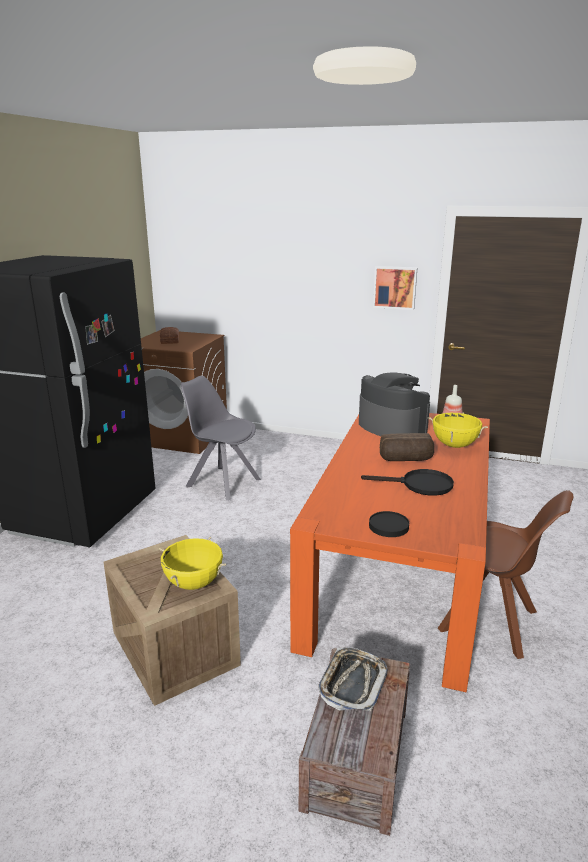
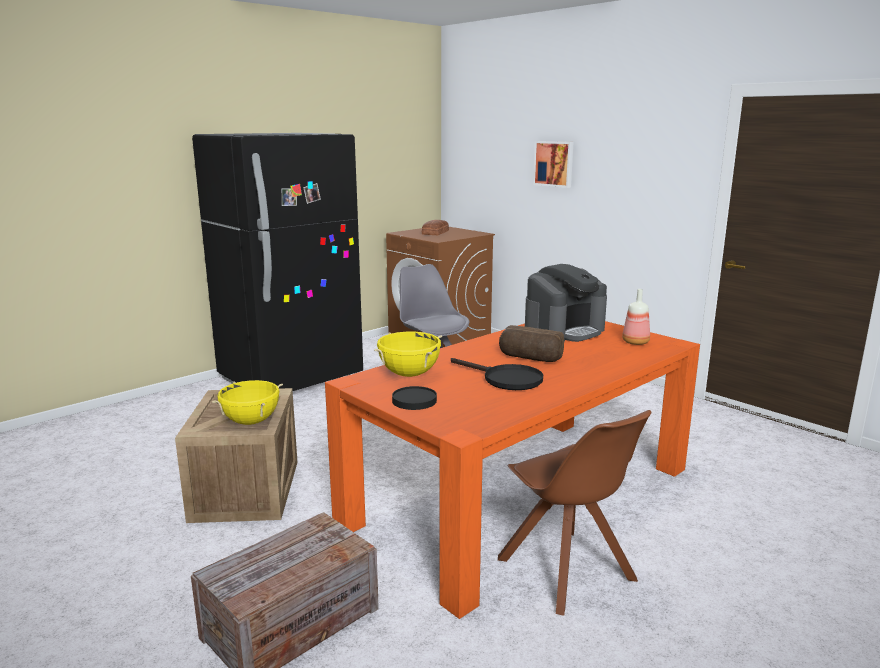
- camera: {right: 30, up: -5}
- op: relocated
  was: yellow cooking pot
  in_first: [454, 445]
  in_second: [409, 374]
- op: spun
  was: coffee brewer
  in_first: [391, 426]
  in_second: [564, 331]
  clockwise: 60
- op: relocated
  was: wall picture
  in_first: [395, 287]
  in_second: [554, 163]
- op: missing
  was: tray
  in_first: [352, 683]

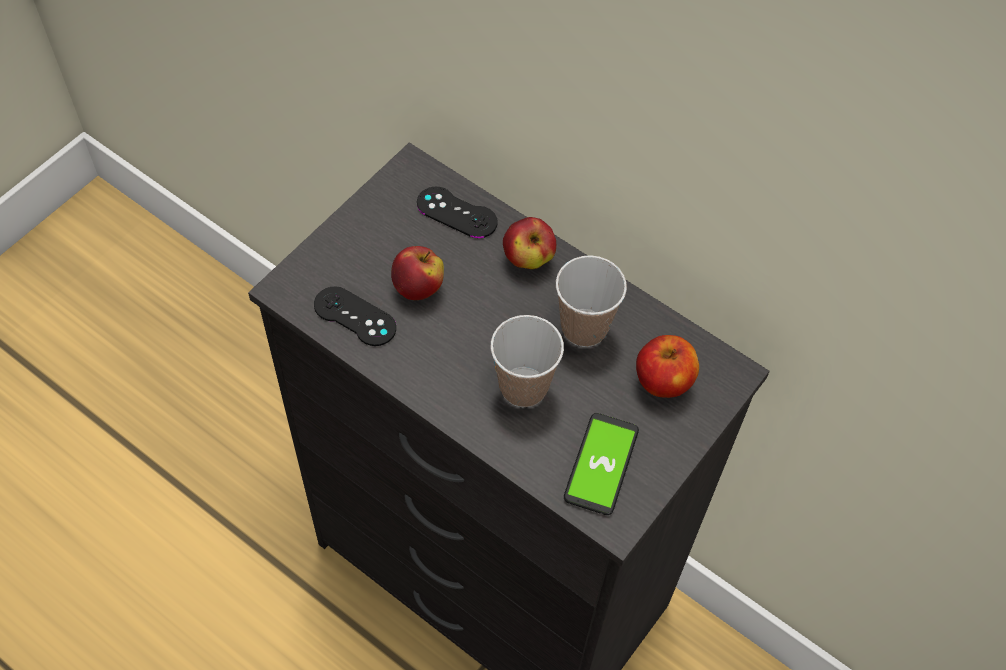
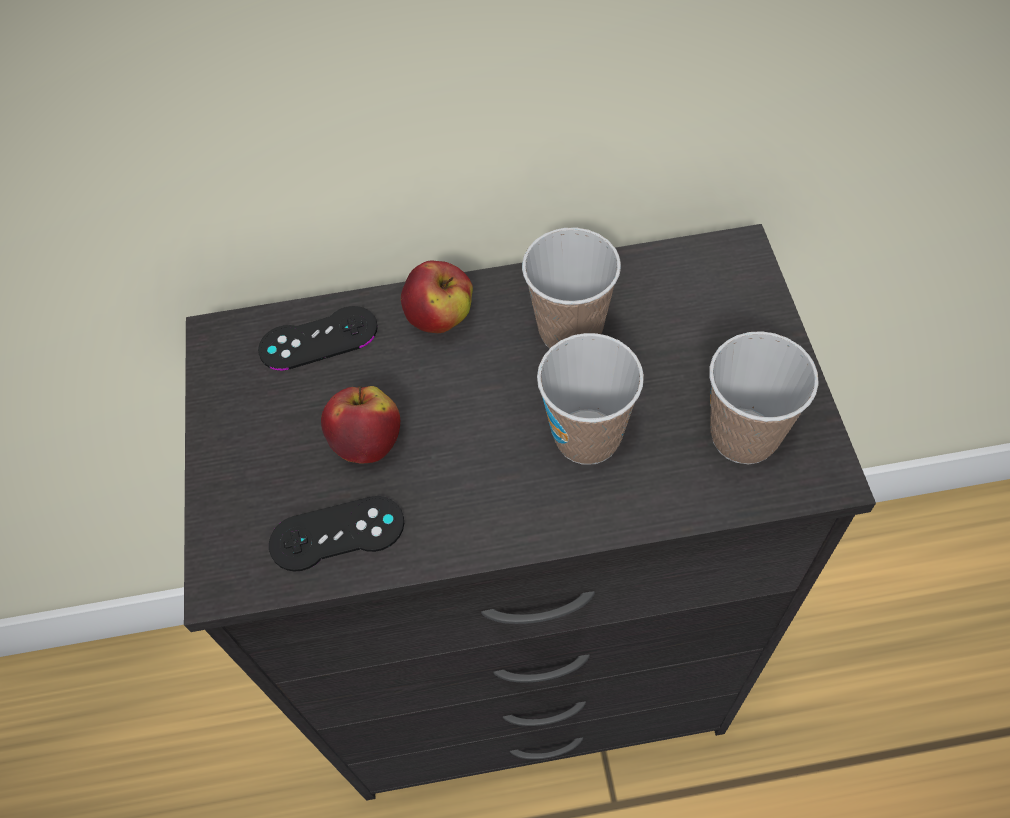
- camera: {right: -40, up: 0}
- op: exchanged
  was: phone
  now: small cup
  in_first: [601, 464]
  in_second: [744, 436]
- op: missing
  was: apple
  in_first: [663, 381]

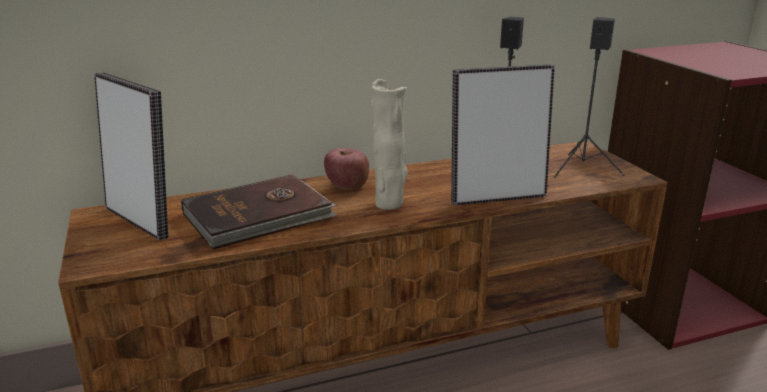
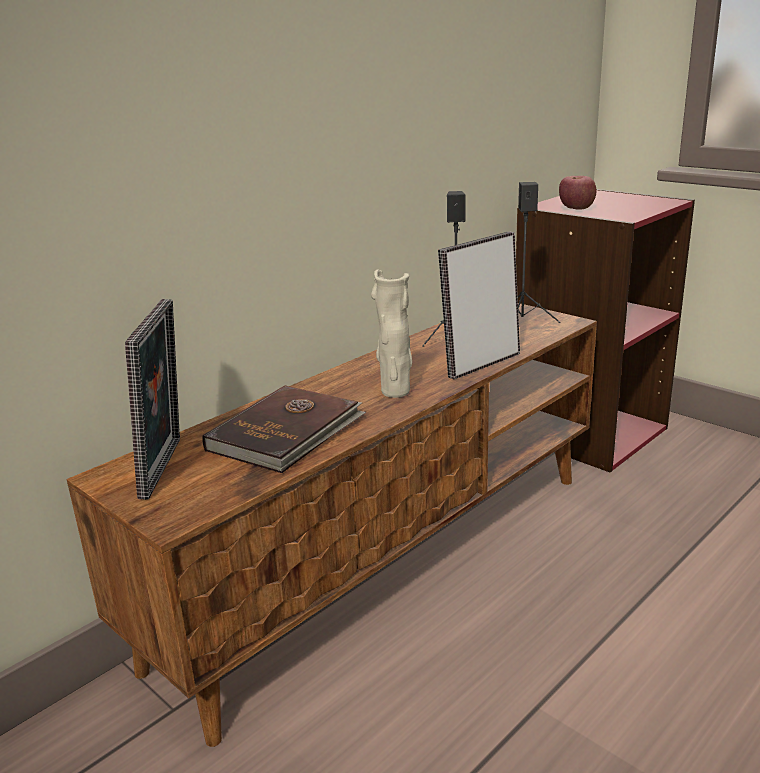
- camera: {right: -25, up: 0}
- op: spun
  was: standing frame
  in_first: [142, 220]
  in_second: [168, 468]
  clockwise: 75
- op: relocated
  was: apple
  in_first: [347, 186]
  in_second: [576, 208]

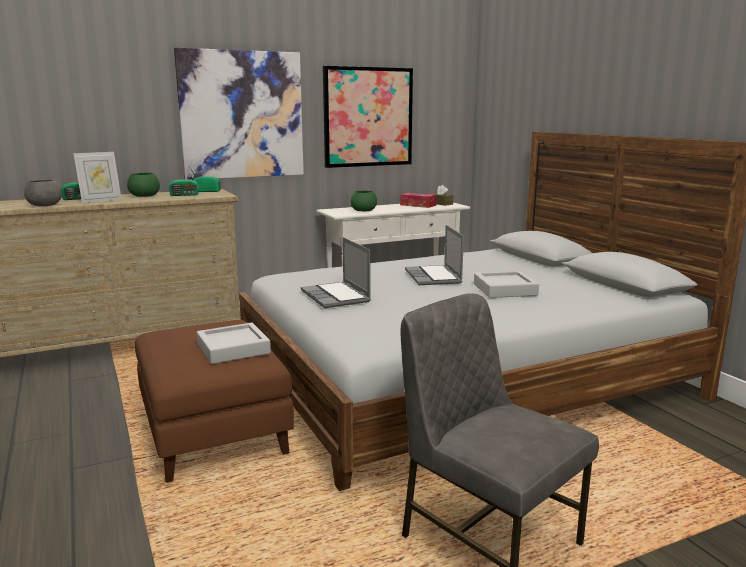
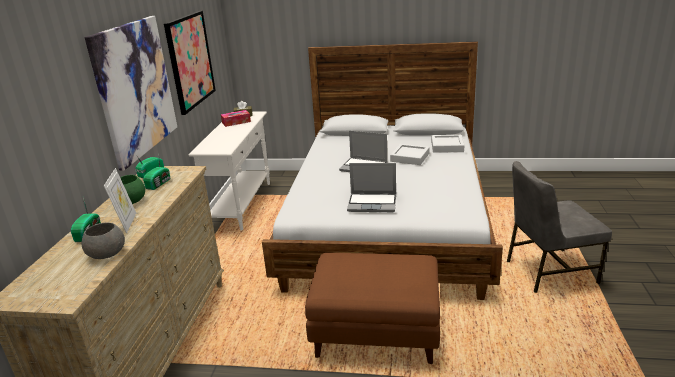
- camera: {right: -55, up: 10}
- op: relocated
  was: gray tray
  in_first: [233, 349]
  in_second: [447, 146]
- op: missing
  was: green-coloured bowl
  in_first: [364, 210]

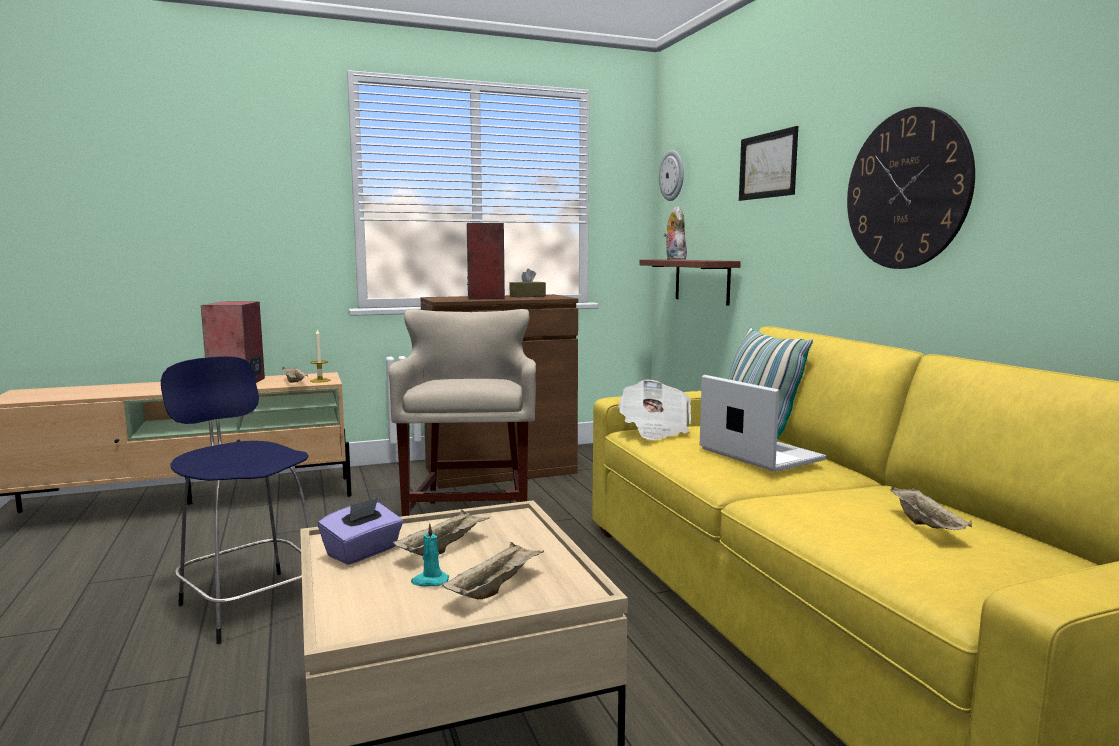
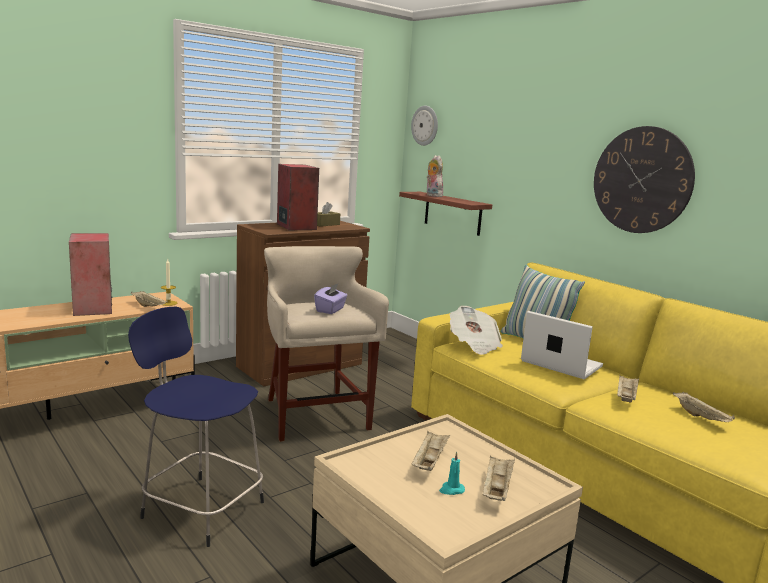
- camera: {right: -20, up: 5}
- op: relocated
  was: purple tissue box
  in_first: [363, 552]
  in_second: [330, 310]
- op: appeared
  now: beige tray
  in_second: [625, 397]
- op: missing
  was: wall picture
  in_first: [767, 165]

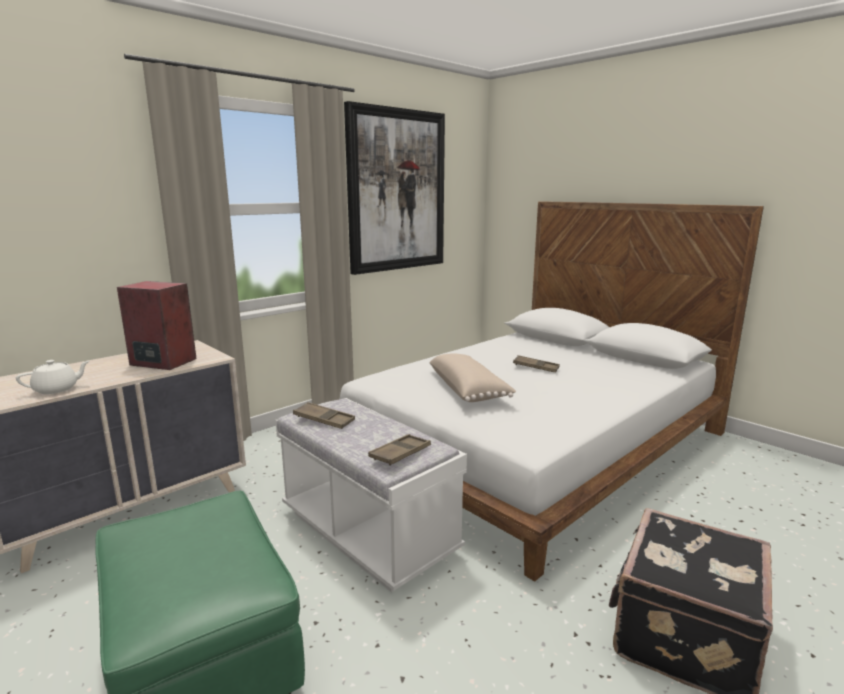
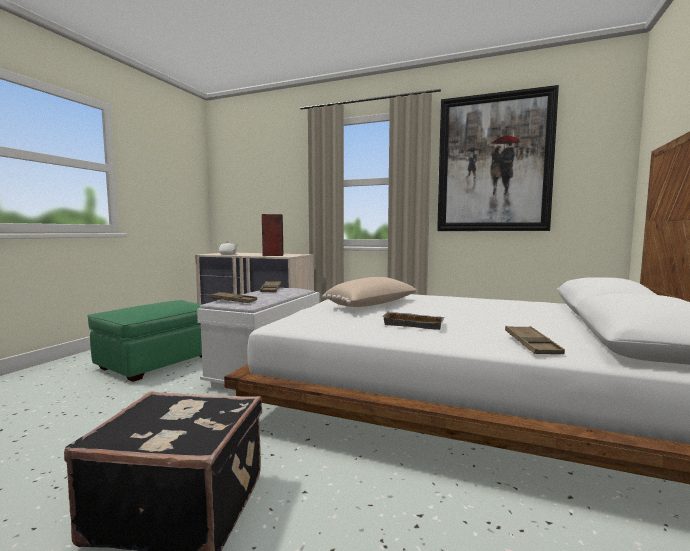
- camera: {right: 65, up: -10}
- op: appeared
  now: gray tray
  in_second: [414, 324]
- op: relocated
  was: brownish tray
  in_first: [536, 367]
  in_second: [532, 345]

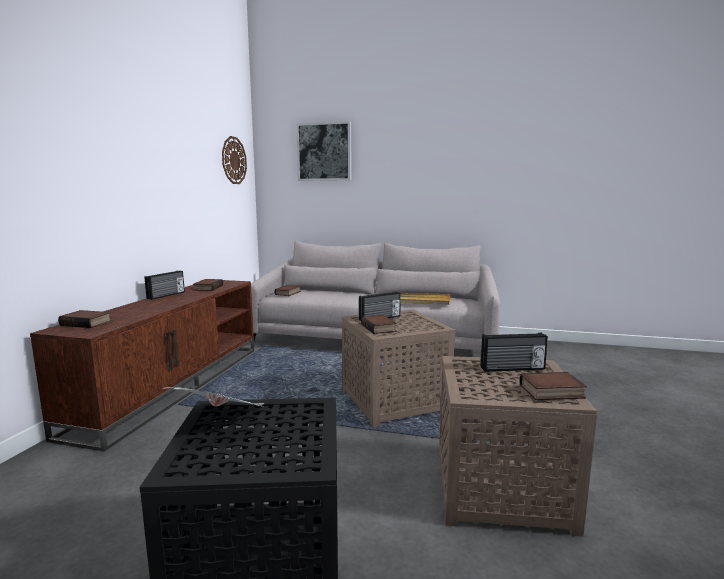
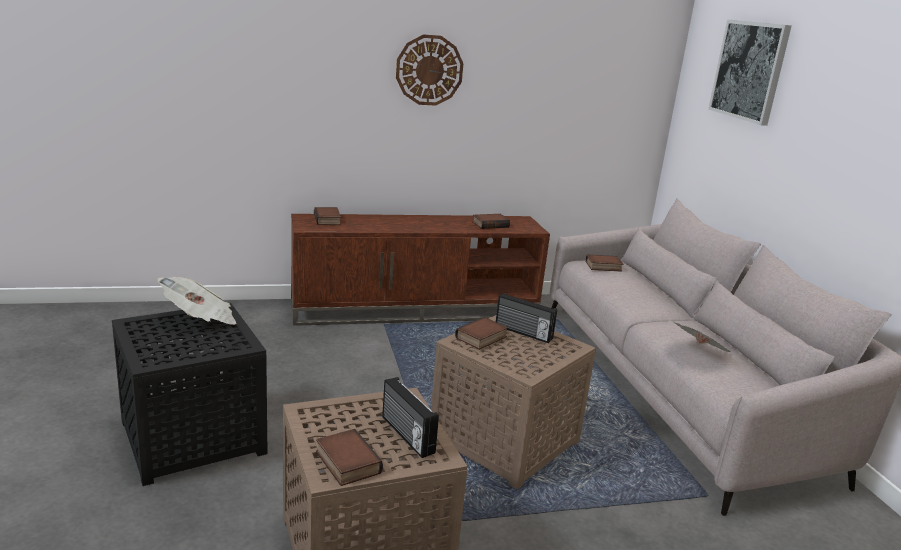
- camera: {right: 60, up: 10}
- op: relocated
  was: wall clock
  in_first: [234, 160]
  in_second: [429, 70]
- op: exchanged
  was: beige tray
  now: daily paper
  in_first: [420, 301]
  in_second: [699, 354]
- op: missing
  was: radio receiver
  in_first: [166, 295]

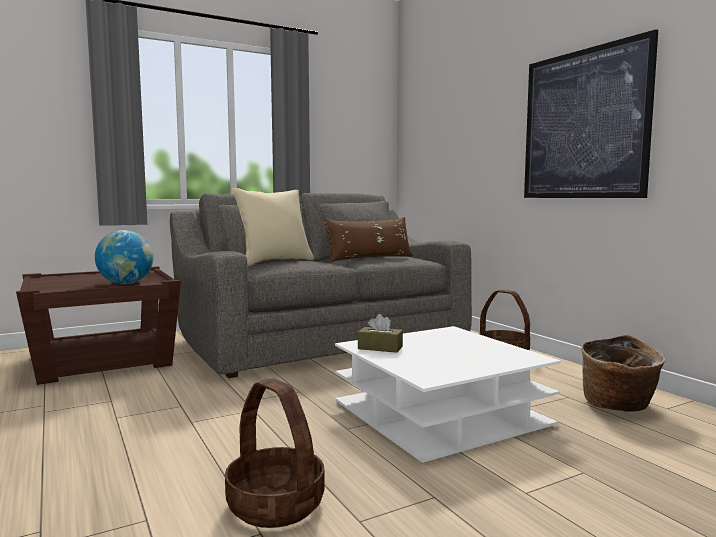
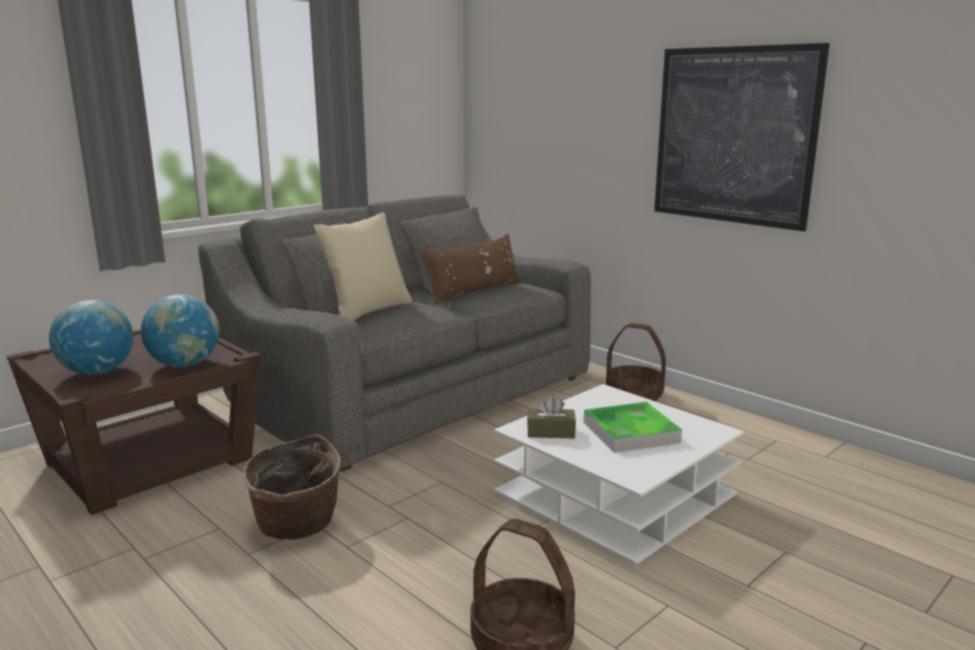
- camera: {right: -15, up: 10}
- op: appeared
  now: desk globe
  in_second: [97, 372]
- op: relocated
  was: household basket
  in_first: [618, 406]
  in_second: [297, 527]
- op: appeared
  now: tray
  in_second: [630, 432]

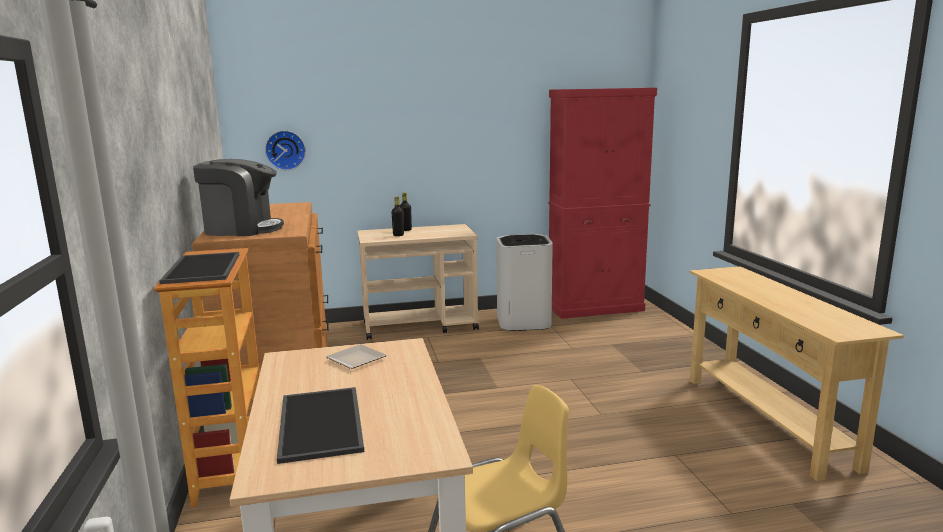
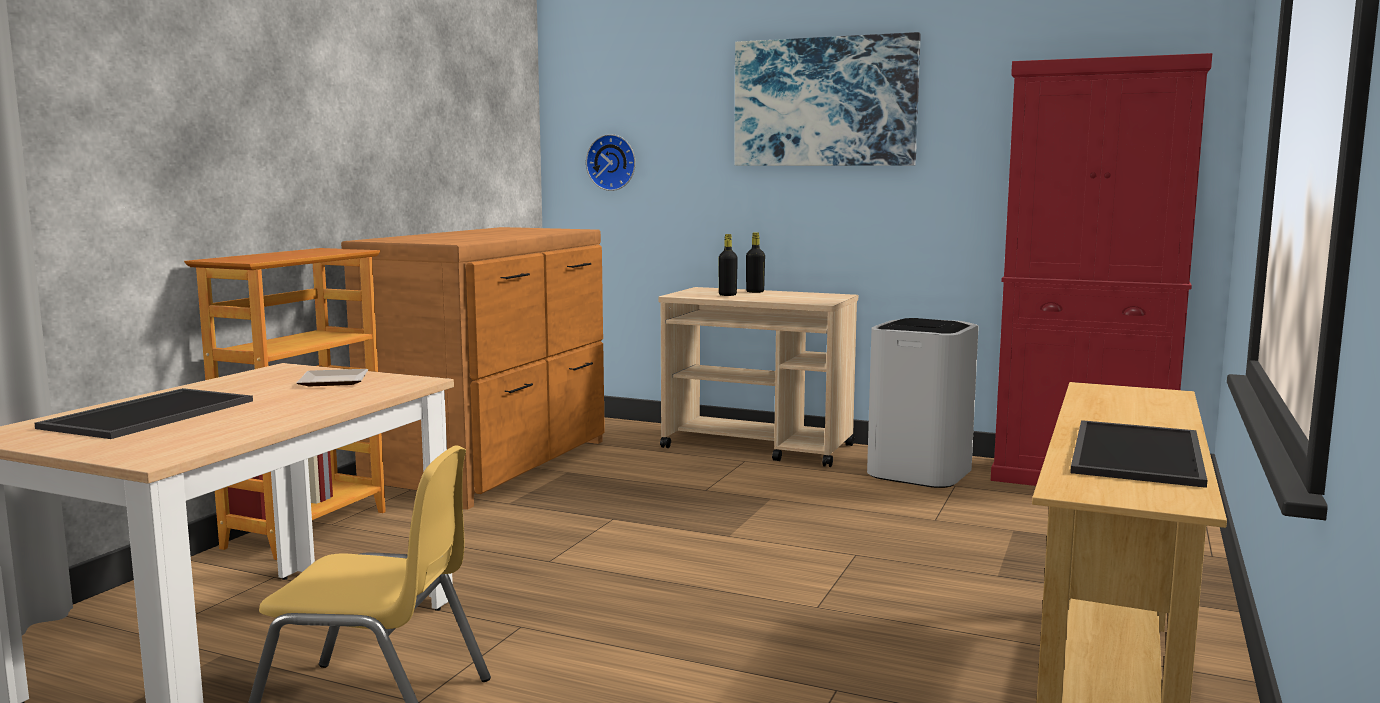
- camera: {right: 35, up: -5}
- op: appeared
  now: wall picture
  in_second: [824, 102]
- op: relocated
  was: tray
  in_first: [201, 268]
  in_second: [1133, 453]
- op: missing
  was: coffee brewer
  in_first: [242, 229]

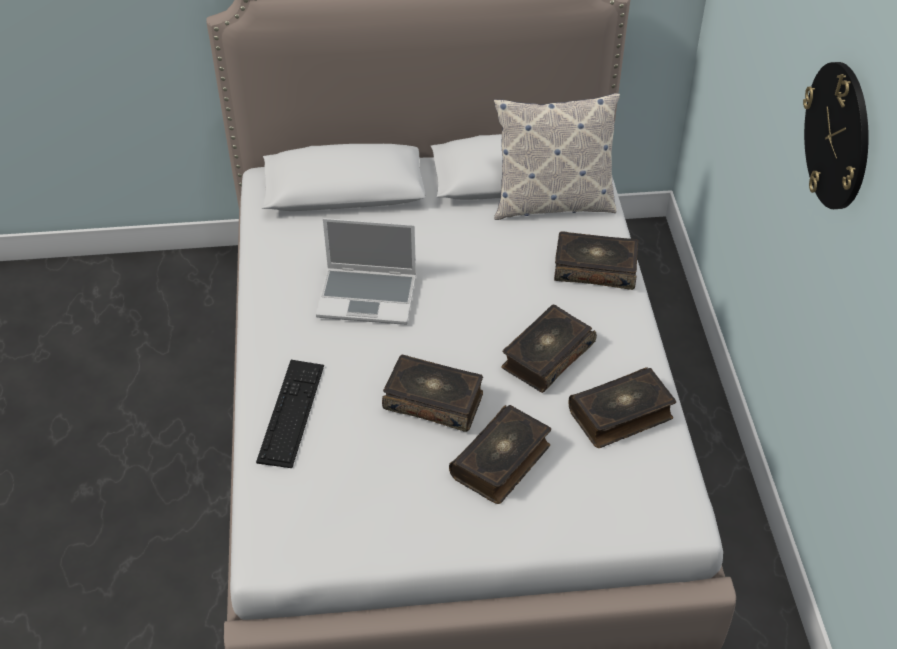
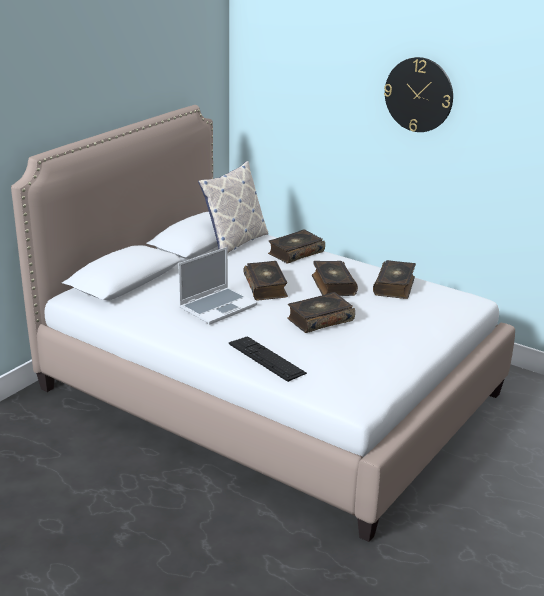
- camera: {right: -50, up: -20}
- op: relocated
  was: bound book
  in_first: [502, 461]
  in_second: [266, 287]

